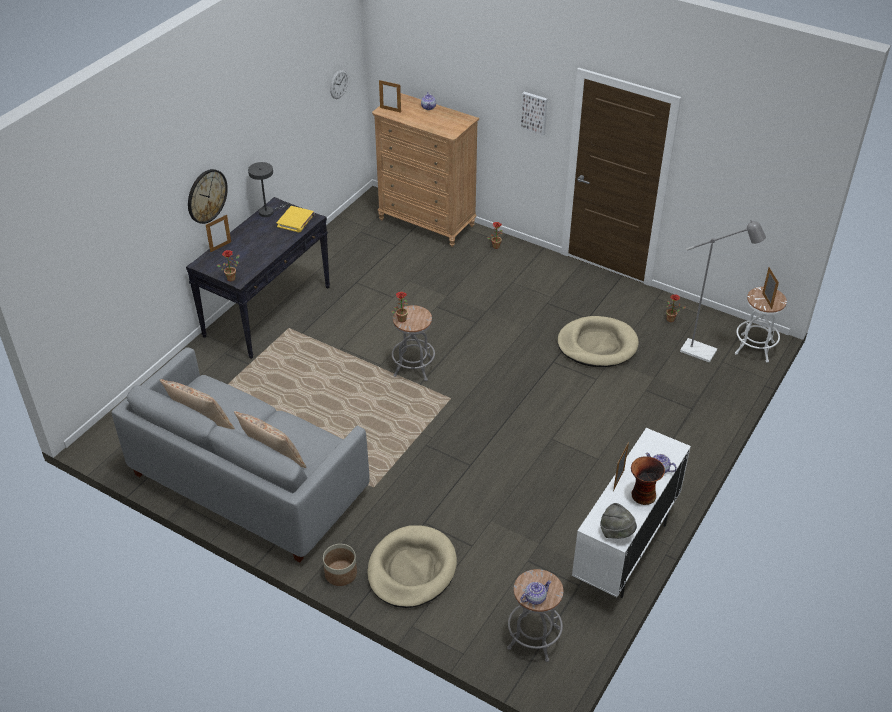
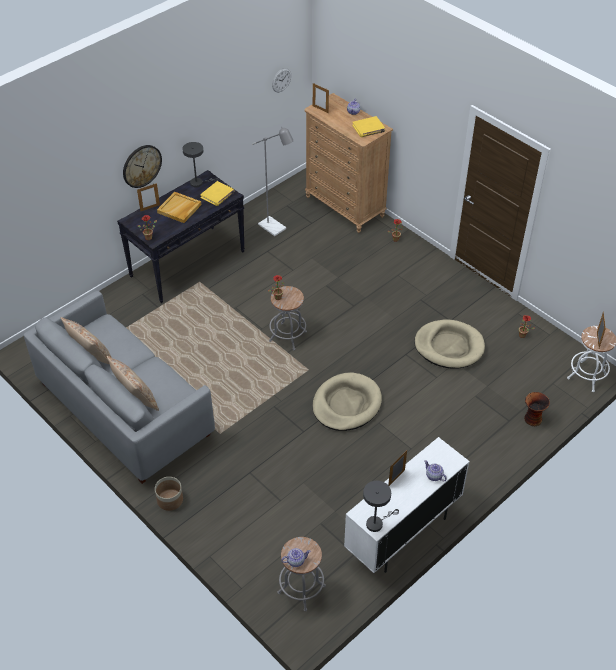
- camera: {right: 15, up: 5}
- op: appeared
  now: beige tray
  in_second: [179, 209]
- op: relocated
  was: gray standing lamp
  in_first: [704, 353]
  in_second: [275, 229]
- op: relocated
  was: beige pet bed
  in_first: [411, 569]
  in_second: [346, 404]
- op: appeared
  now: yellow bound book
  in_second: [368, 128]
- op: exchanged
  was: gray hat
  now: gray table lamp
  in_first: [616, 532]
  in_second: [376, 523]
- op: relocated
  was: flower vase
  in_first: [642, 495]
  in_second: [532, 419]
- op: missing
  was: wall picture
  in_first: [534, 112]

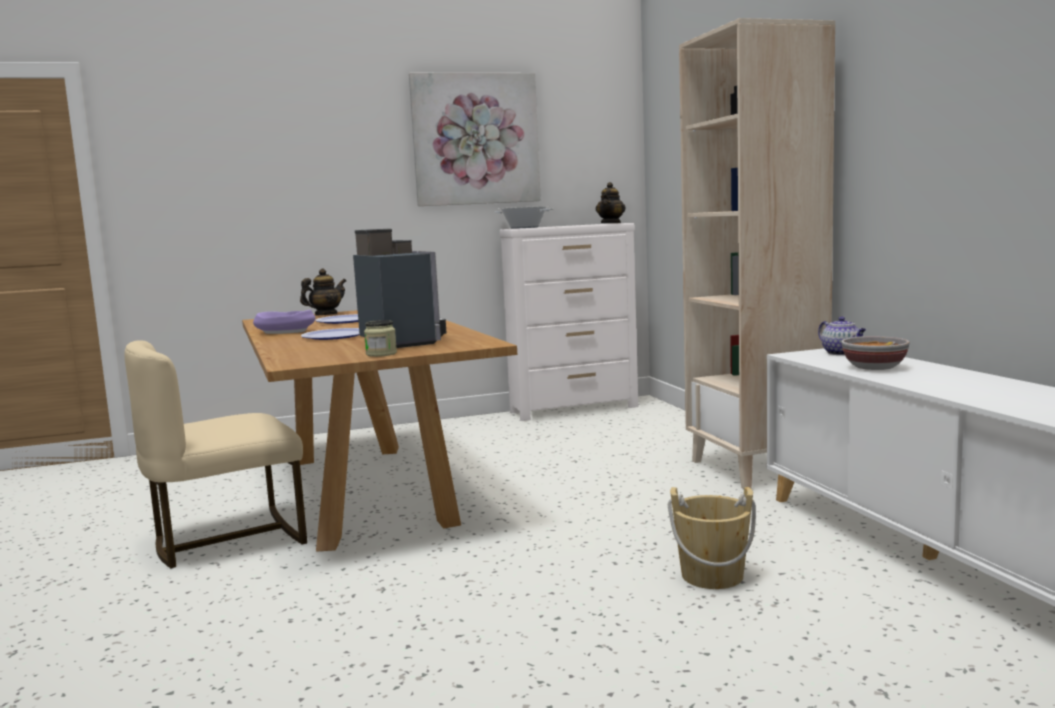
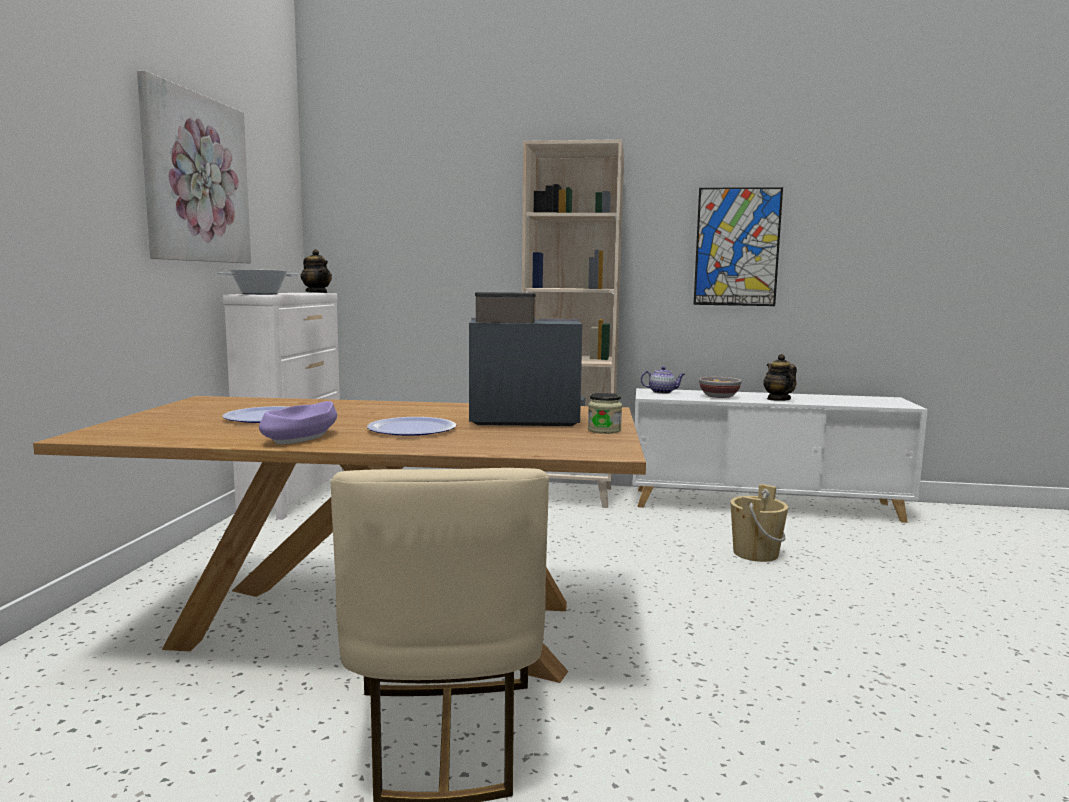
- camera: {right: -65, up: 0}
- op: appeared
  now: wall picture
  in_second: [737, 247]
- op: relocated
  was: tea pot
  in_first: [325, 315]
  in_second: [778, 399]

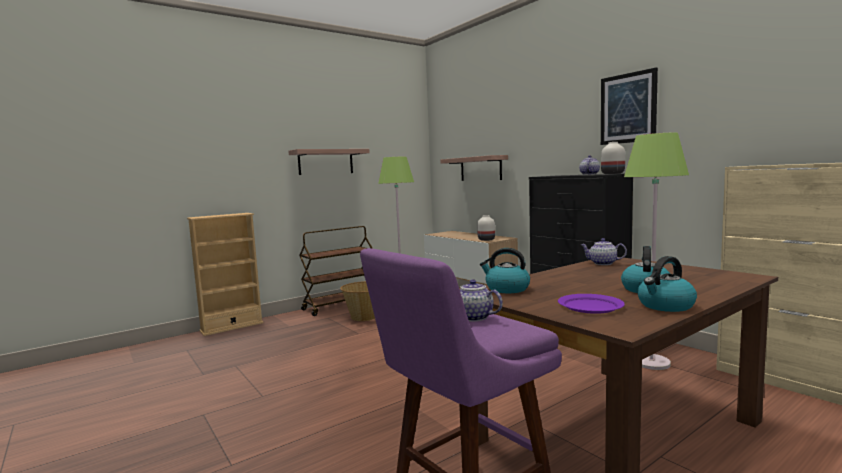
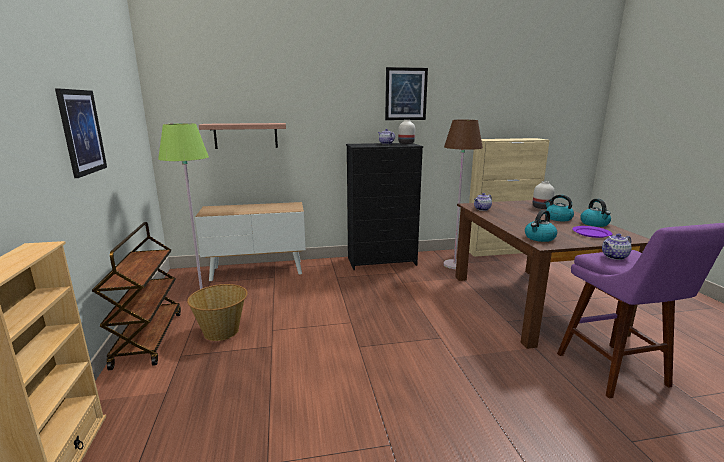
- camera: {right: -65, up: 10}
- op: exchanged
  was: wall shelf
  now: wall picture
  in_first: [325, 162]
  in_second: [81, 132]
- op: colour
  was: green-coloured standing lamp
  now: brownish standing lamp
  in_first: [651, 362]
  in_second: [454, 265]
- op: relocated
  was: white-coloured flower vase
  in_first: [486, 239]
  in_second: [541, 207]

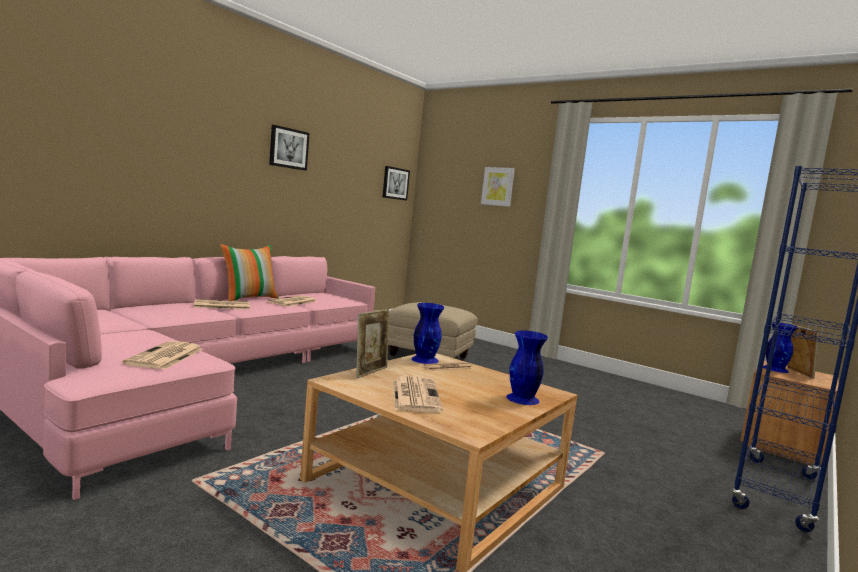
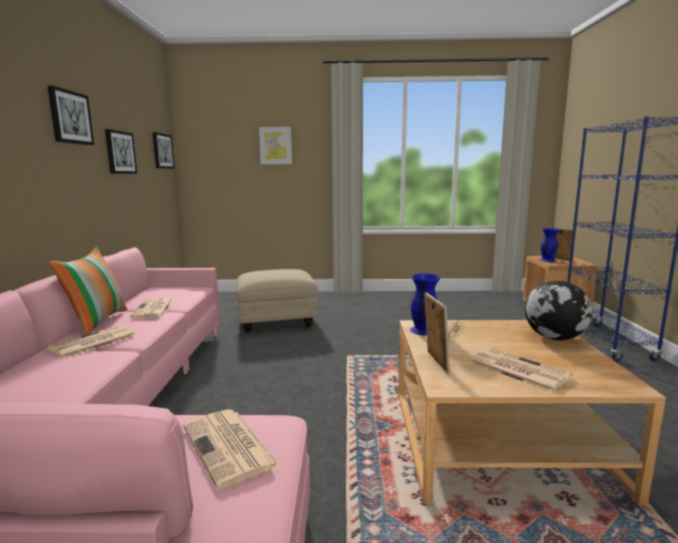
- camera: {right: -35, up: 5}
- op: appeared
  now: wall picture
  in_second: [120, 152]
- op: exchanged
  was: blue-coloured flower vase
  now: desk globe
  in_first: [522, 399]
  in_second: [555, 338]

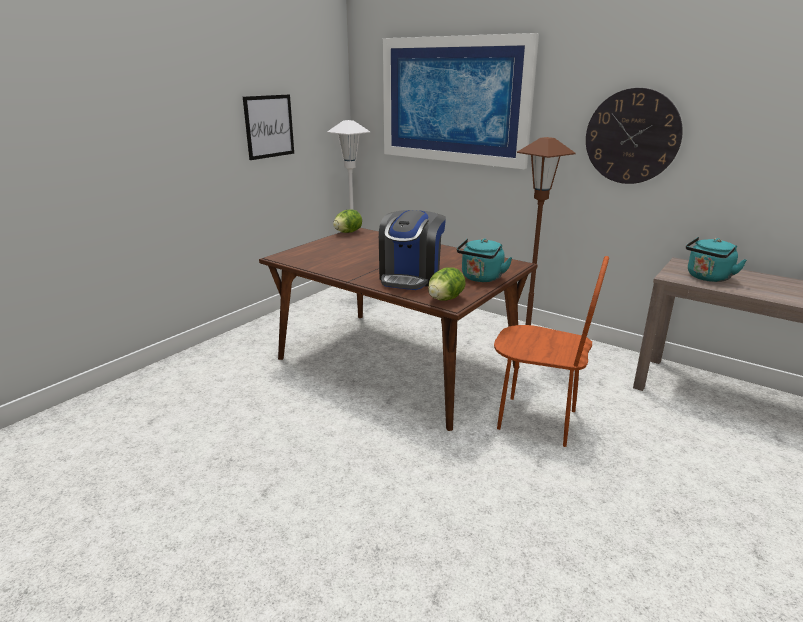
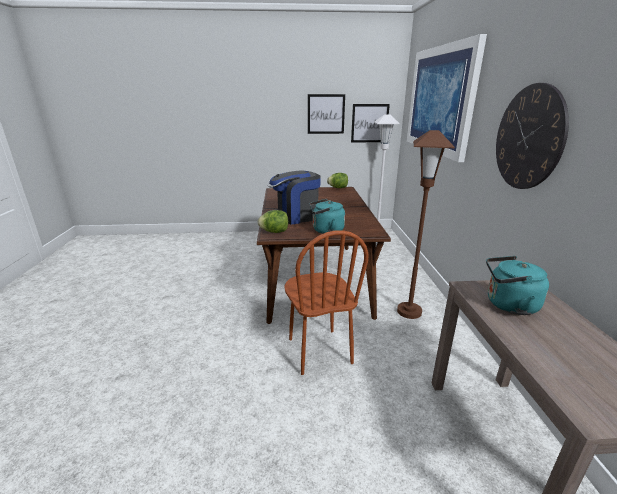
- camera: {right: 50, up: 0}
- op: appeared
  now: wall picture
  in_second: [369, 123]

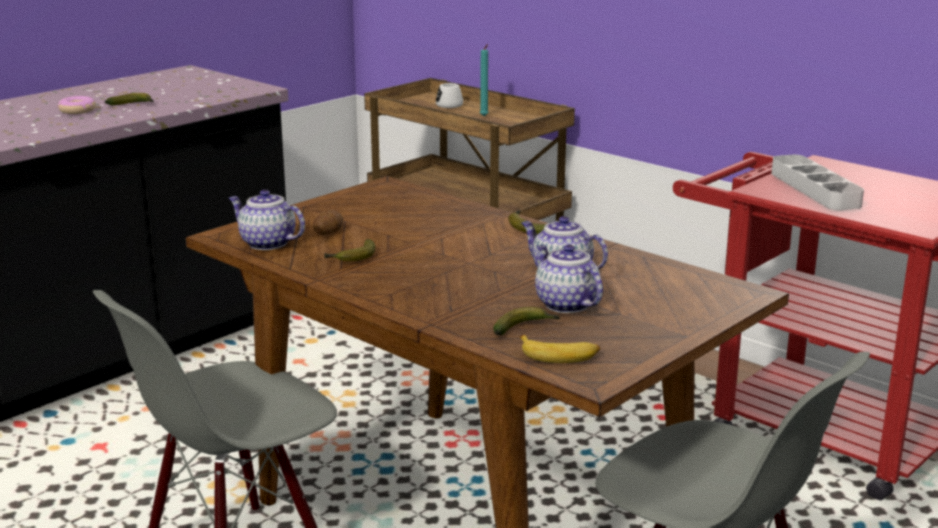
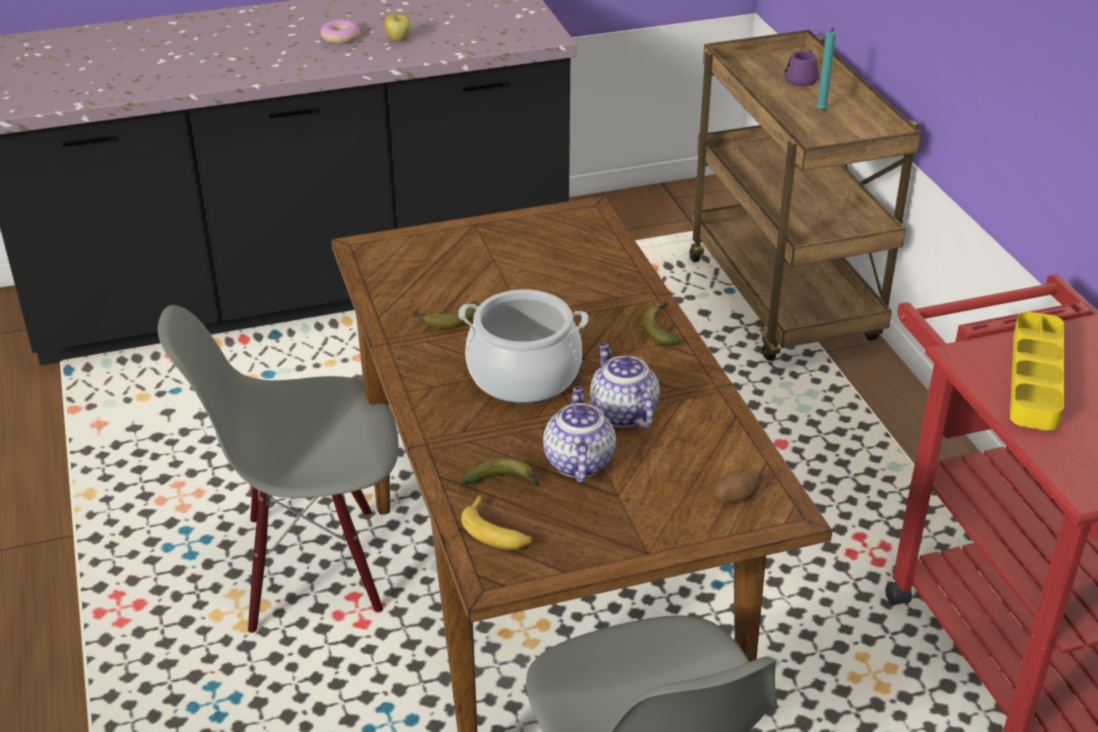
- camera: {right: 30, up: 15}
- op: exchanged
  was: banana fruit
  now: apple
  in_first: [133, 105]
  in_second: [398, 40]
- op: appeared
  now: cooking pot
  in_second: [523, 375]
- op: relocated
  was: whole potato
  in_first: [328, 232]
  in_second: [734, 496]
- op: colour
  was: white-coloured coffee mug
  now: purple coffee mug
  in_first: [449, 104]
  in_second: [802, 78]
- op: colour
  was: gray tray
  now: yellow tray
  in_first: [814, 189]
  in_second: [1035, 377]
- op: missing
  was: tea pot
  in_first: [266, 243]

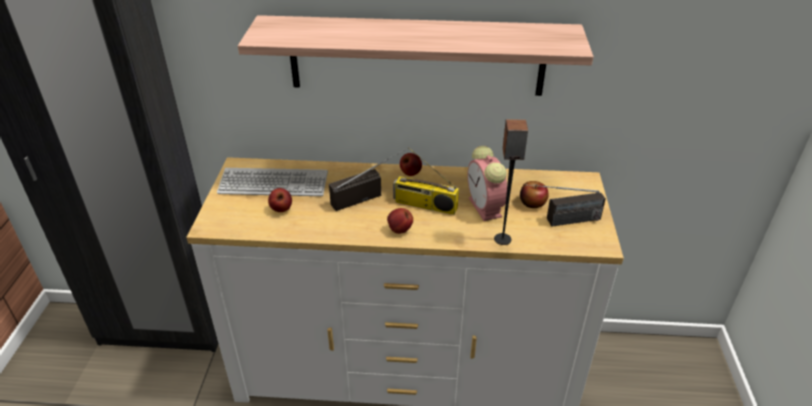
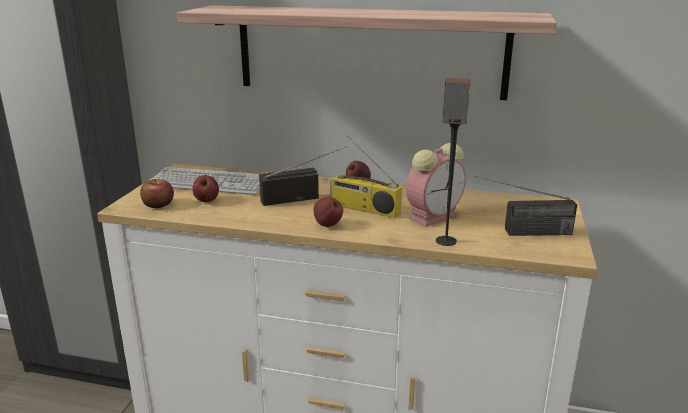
- camera: {right: 10, up: -15}
- op: relocated
  was: apple
  in_first: [532, 203]
  in_second: [158, 205]
- op: spun
  was: bedside clock
  in_first: [486, 208]
  in_second: [434, 216]
  clockwise: -120

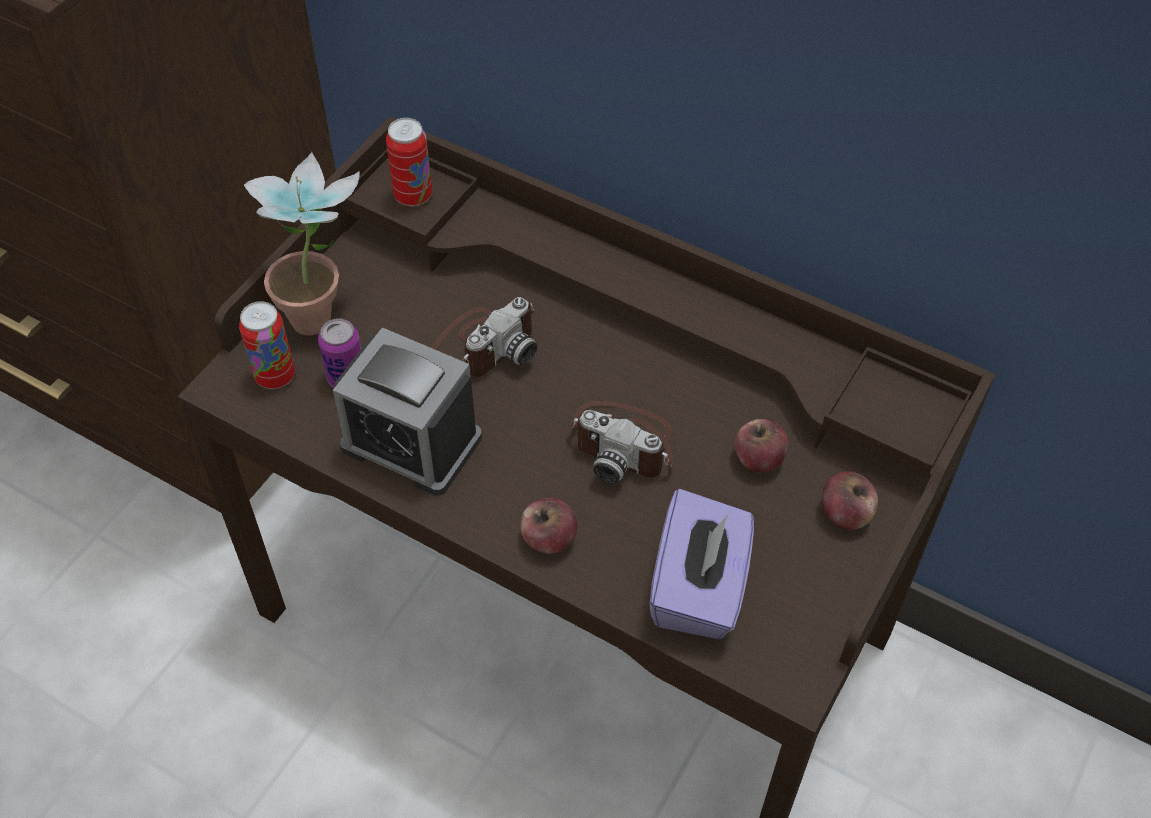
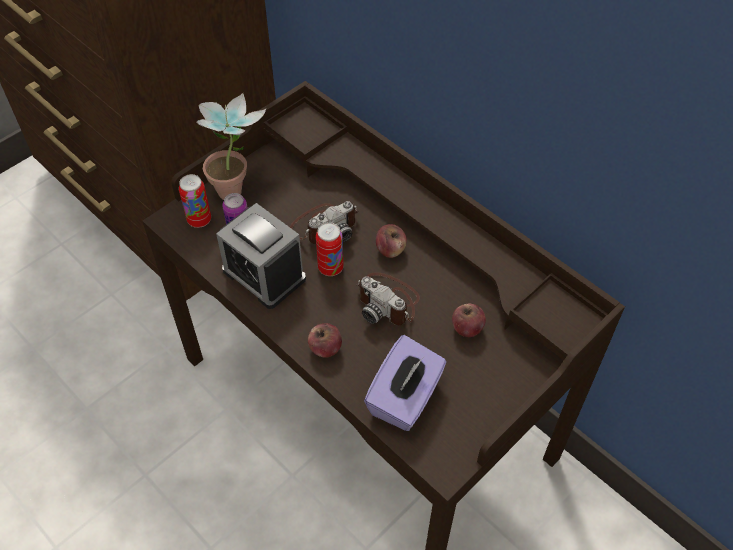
- camera: {right: 15, up: 0}
- op: relocated
  was: metal can
  in_first: [413, 196]
  in_second: [330, 268]
- op: relocated
  was: apple
  in_first: [845, 514]
  in_second: [390, 249]

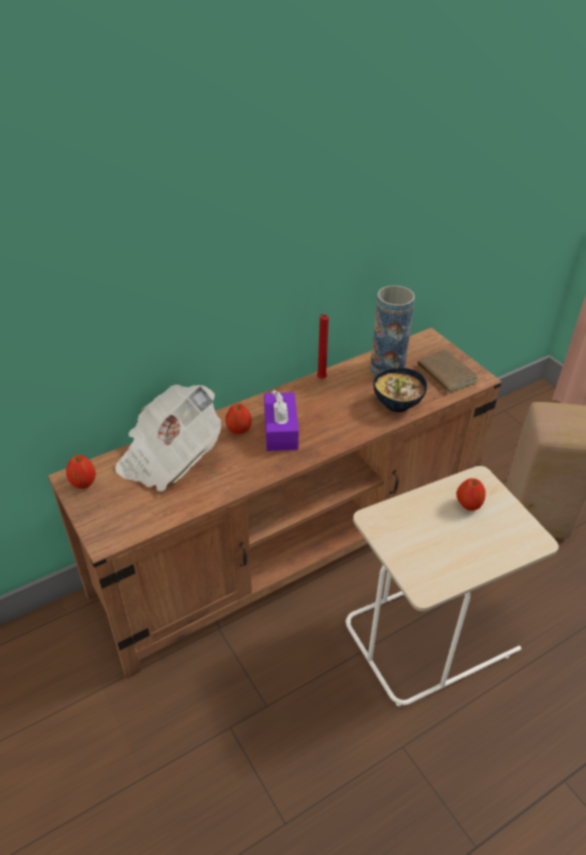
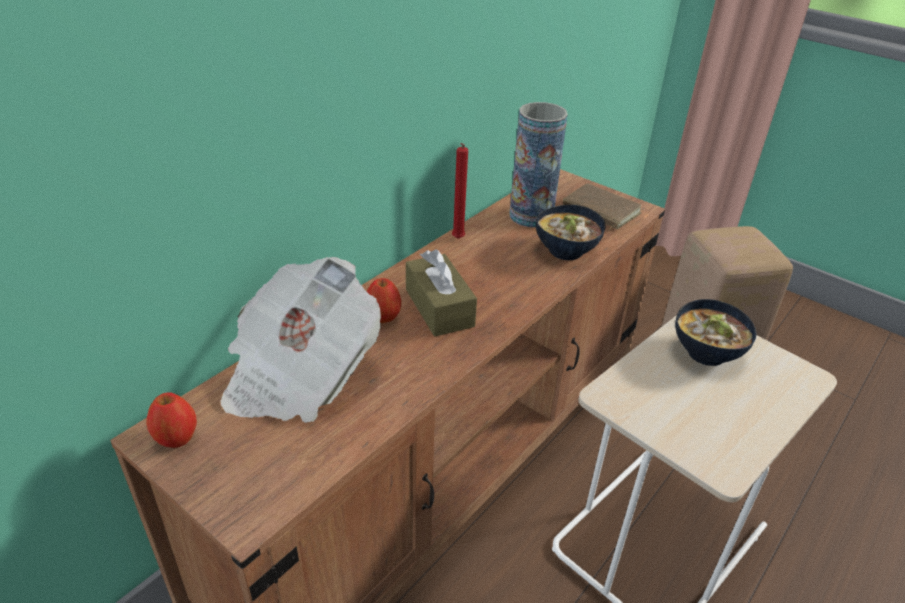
- camera: {right: -20, up: -5}
- op: colour
  was: purple tissue box
  now: brownish tissue box
  in_first: [280, 430]
  in_second: [439, 308]
- op: exchanged
  was: apple
  now: bowl
  in_first: [468, 505]
  in_second: [708, 353]

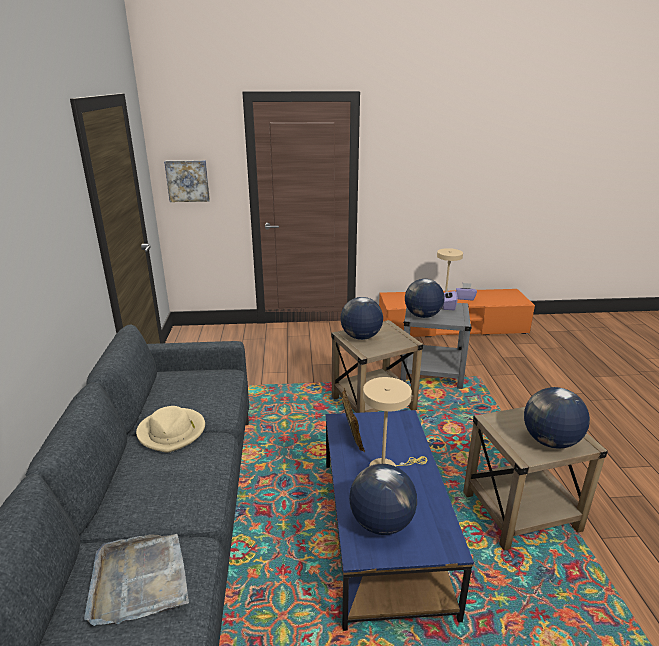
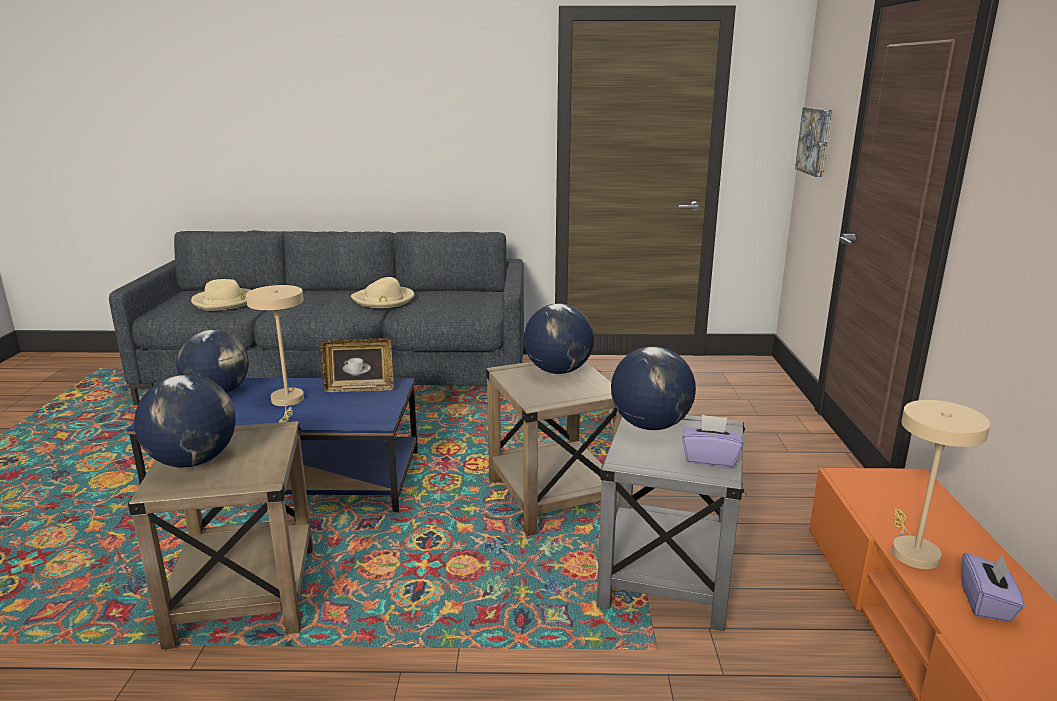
- camera: {right: 95, up: -5}
- op: exchanged
  was: gray tray
  now: beige hat
  in_first: [139, 581]
  in_second: [225, 302]

